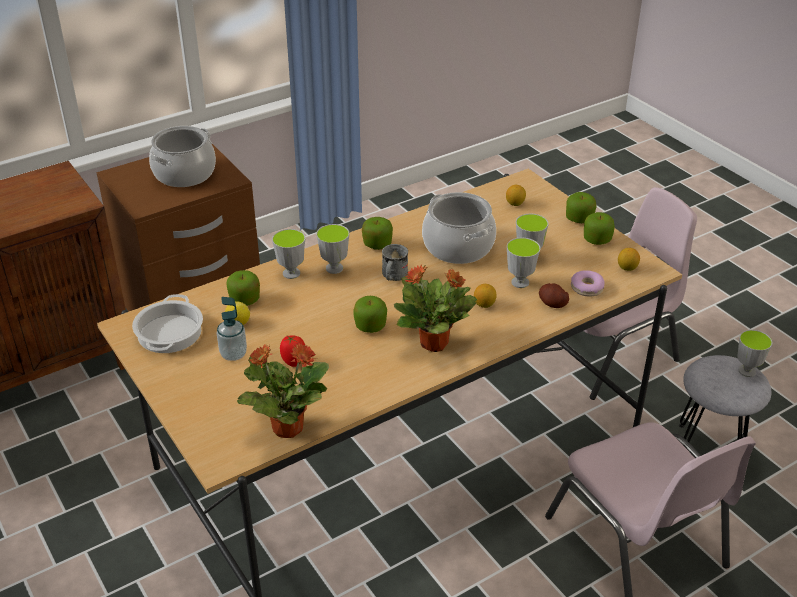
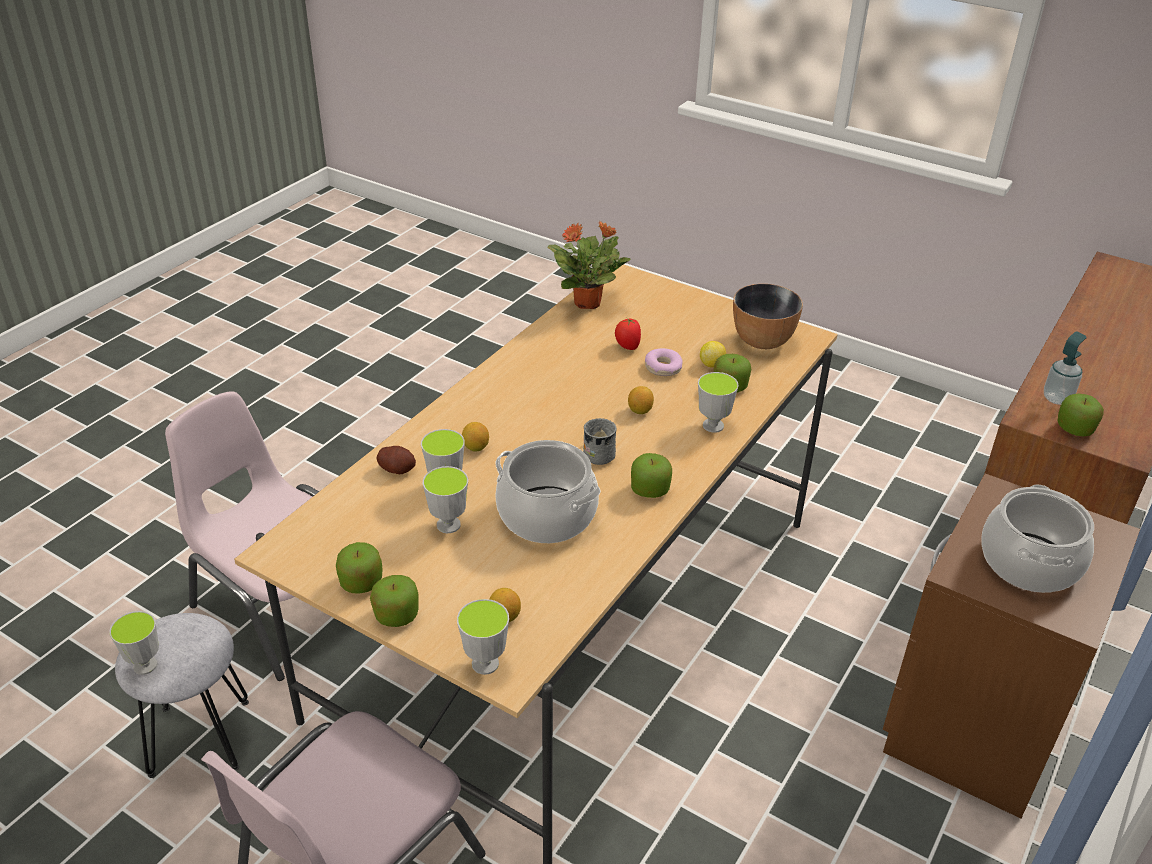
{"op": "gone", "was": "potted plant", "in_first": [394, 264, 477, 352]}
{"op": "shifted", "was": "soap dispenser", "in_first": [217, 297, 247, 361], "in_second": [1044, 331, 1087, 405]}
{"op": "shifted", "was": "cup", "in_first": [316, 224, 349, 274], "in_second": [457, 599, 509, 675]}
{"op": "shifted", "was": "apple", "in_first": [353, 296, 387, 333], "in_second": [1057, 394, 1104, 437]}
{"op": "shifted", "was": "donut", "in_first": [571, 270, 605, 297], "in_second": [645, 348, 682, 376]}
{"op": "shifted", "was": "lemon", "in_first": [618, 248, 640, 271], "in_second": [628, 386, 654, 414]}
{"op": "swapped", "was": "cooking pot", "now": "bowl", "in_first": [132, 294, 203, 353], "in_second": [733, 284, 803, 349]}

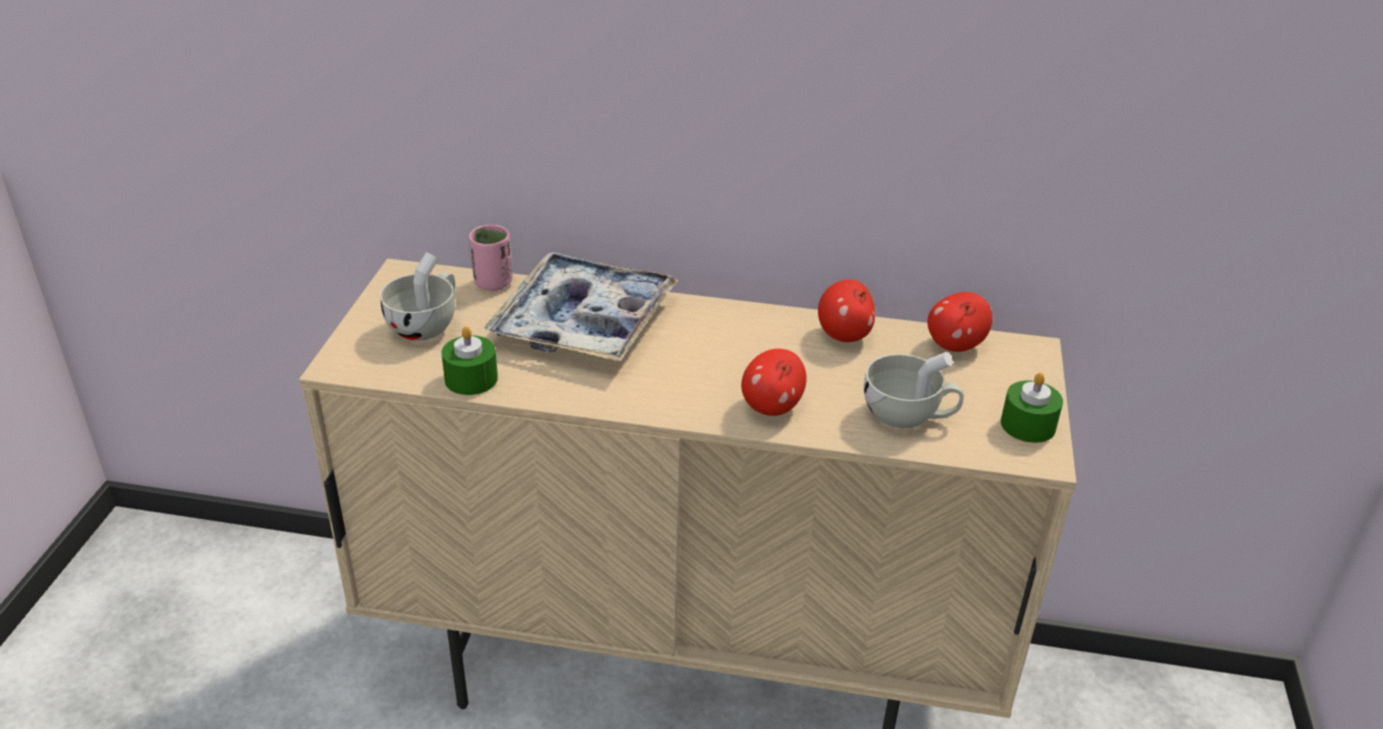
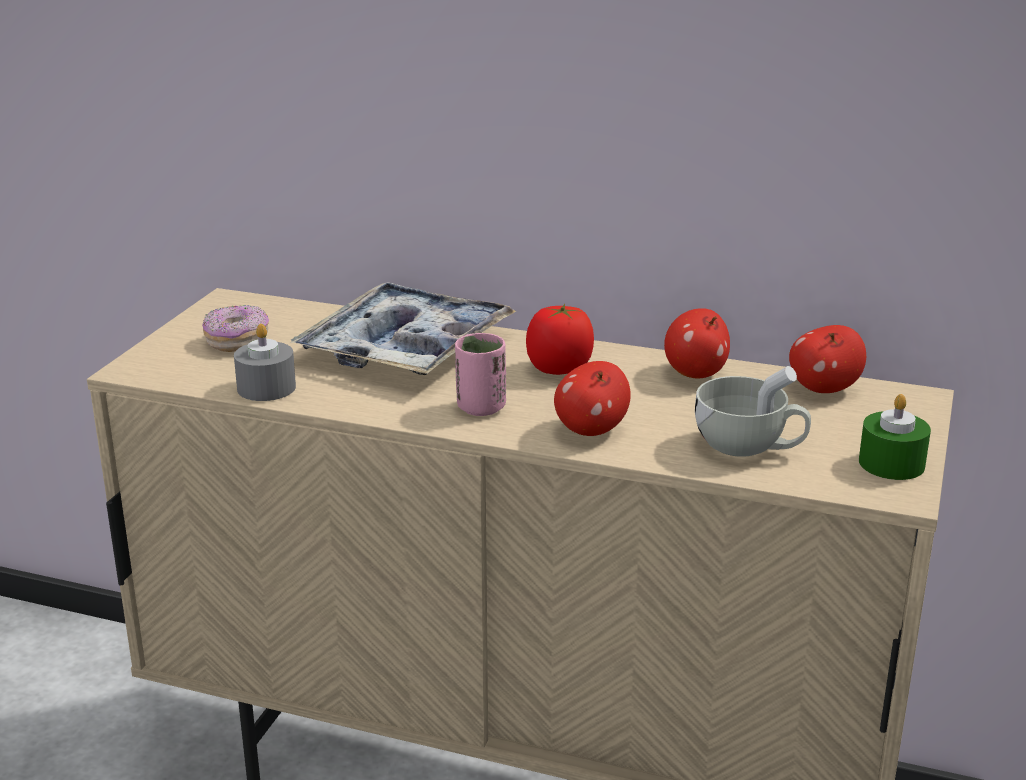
{"op": "new", "now": "tomato", "in_second": [526, 304, 594, 375]}
{"op": "shifted", "was": "cup (pink)", "in_first": [469, 225, 513, 291], "in_second": [455, 333, 506, 416]}
{"op": "swapped", "was": "cup (white)", "now": "donut", "in_first": [380, 252, 455, 340], "in_second": [202, 305, 269, 352]}
{"op": "repainted", "was": "candle (green)", "now": "candle (grey)", "in_first": [441, 326, 498, 395], "in_second": [234, 324, 296, 401]}

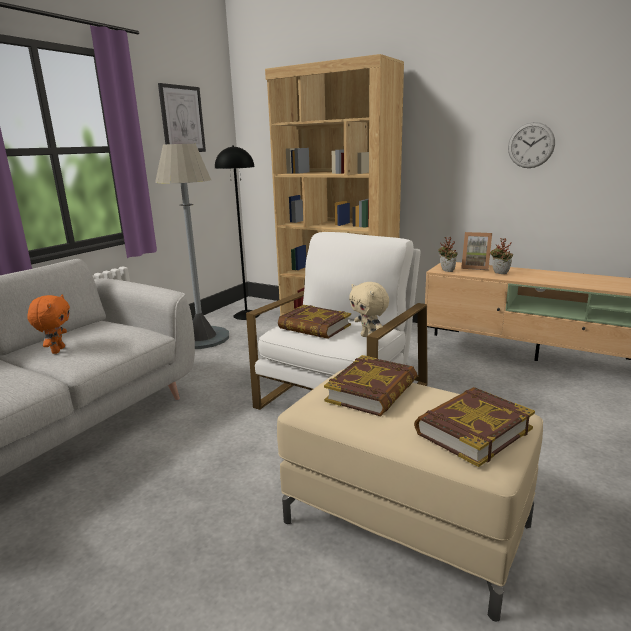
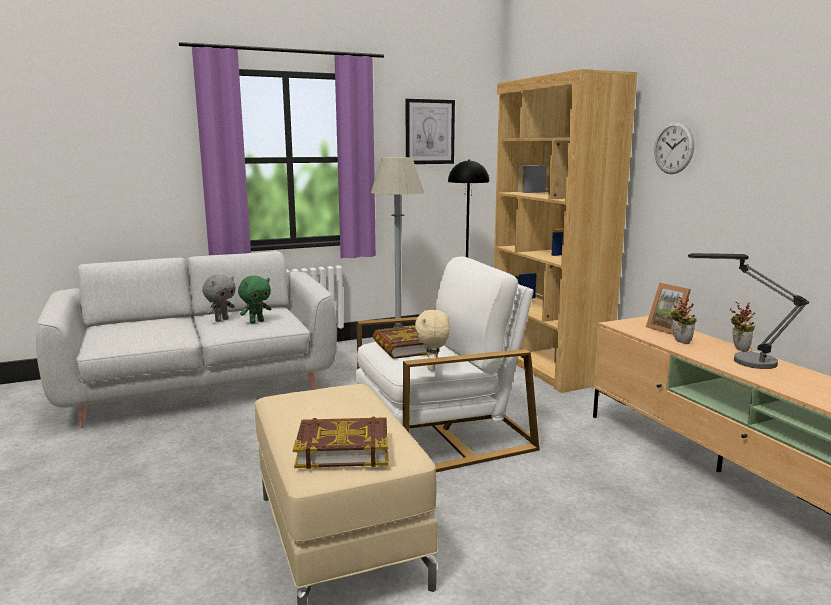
{"op": "gone", "was": "book", "in_first": [324, 355, 417, 416]}
{"op": "new", "now": "plush toy (green)", "in_second": [238, 276, 271, 323]}
{"op": "new", "now": "table lamp", "in_second": [688, 253, 809, 369]}
{"op": "shifted", "was": "potted plant", "in_first": [438, 237, 458, 272], "in_second": [729, 301, 756, 352]}
{"op": "shifted", "was": "wall clock", "in_first": [508, 122, 555, 168], "in_second": [654, 121, 694, 174]}
{"op": "repainted", "was": "plush toy (orange)", "now": "plush toy (grey)", "in_first": [27, 294, 70, 354], "in_second": [202, 275, 236, 322]}

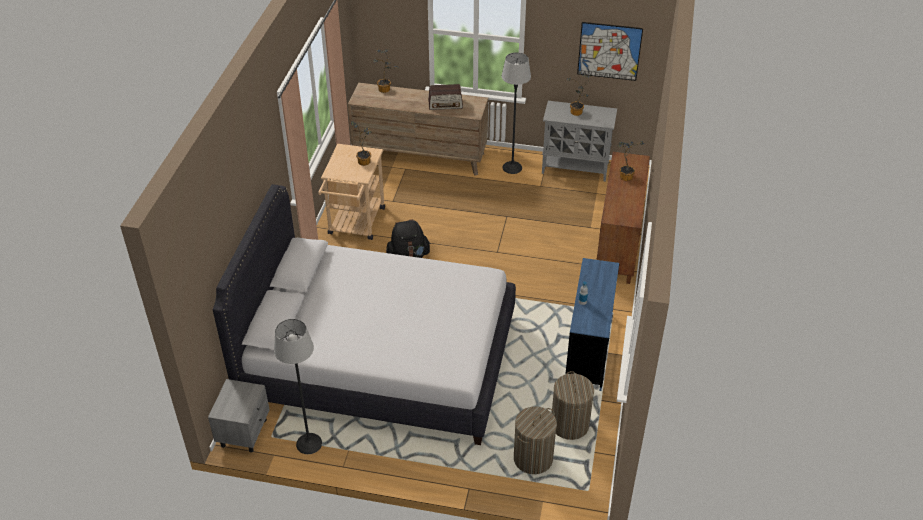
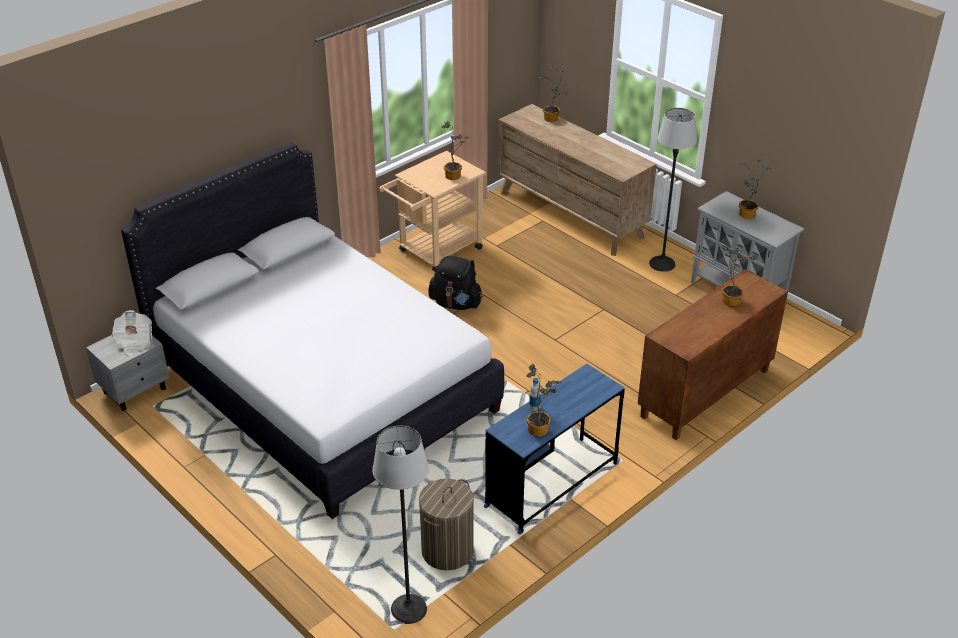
{"op": "gone", "was": "radio", "in_first": [428, 84, 463, 110]}
{"op": "gone", "was": "laundry basket", "in_first": [514, 406, 557, 474]}
{"op": "gone", "was": "picture", "in_first": [577, 22, 643, 81]}
{"op": "new", "now": "newspaper", "in_second": [112, 310, 152, 355]}
{"op": "new", "now": "potted plant", "in_second": [527, 364, 562, 437]}
{"op": "shifted", "was": "floor lamp", "in_first": [274, 319, 322, 454], "in_second": [372, 426, 429, 624]}

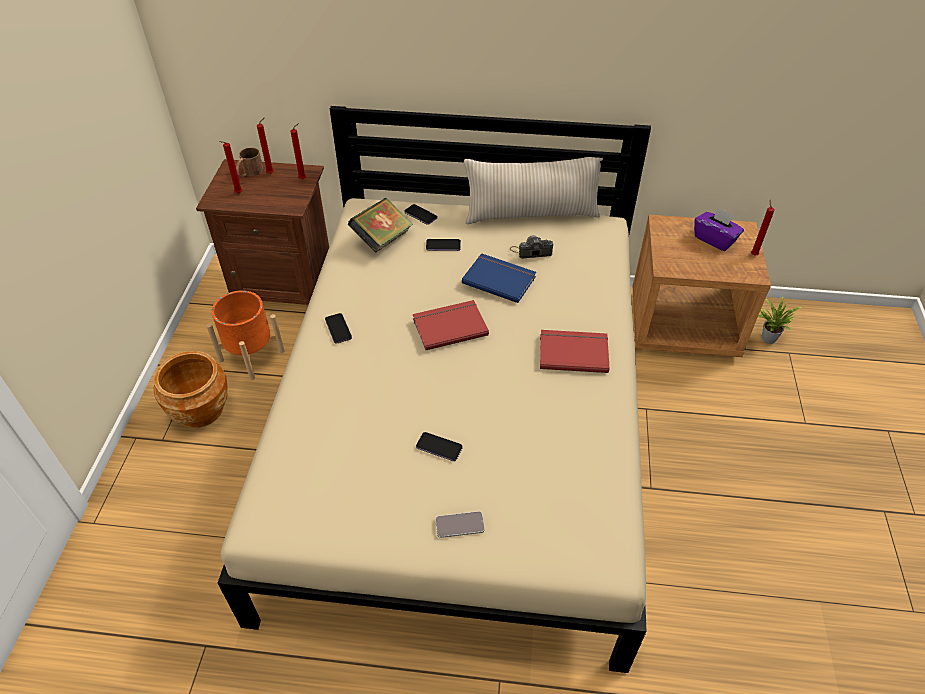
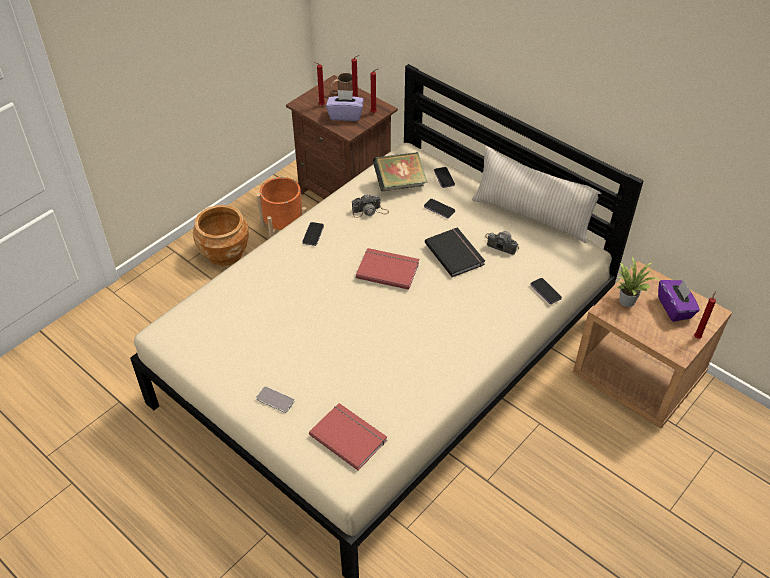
{"op": "new", "now": "tissue box (purple)", "in_second": [326, 90, 364, 121]}
{"op": "new", "now": "photo camera", "in_second": [352, 195, 389, 218]}
{"op": "shifted", "was": "phone", "in_first": [416, 432, 463, 461], "in_second": [530, 278, 562, 304]}
{"op": "shifted", "was": "book (red)", "in_first": [540, 330, 610, 373], "in_second": [309, 403, 387, 470]}
{"op": "shifted", "was": "potted plant", "in_first": [758, 296, 803, 344], "in_second": [617, 256, 661, 307]}
{"op": "repainted", "was": "book (blue)", "now": "book (black)", "in_first": [462, 253, 536, 303], "in_second": [425, 227, 485, 277]}

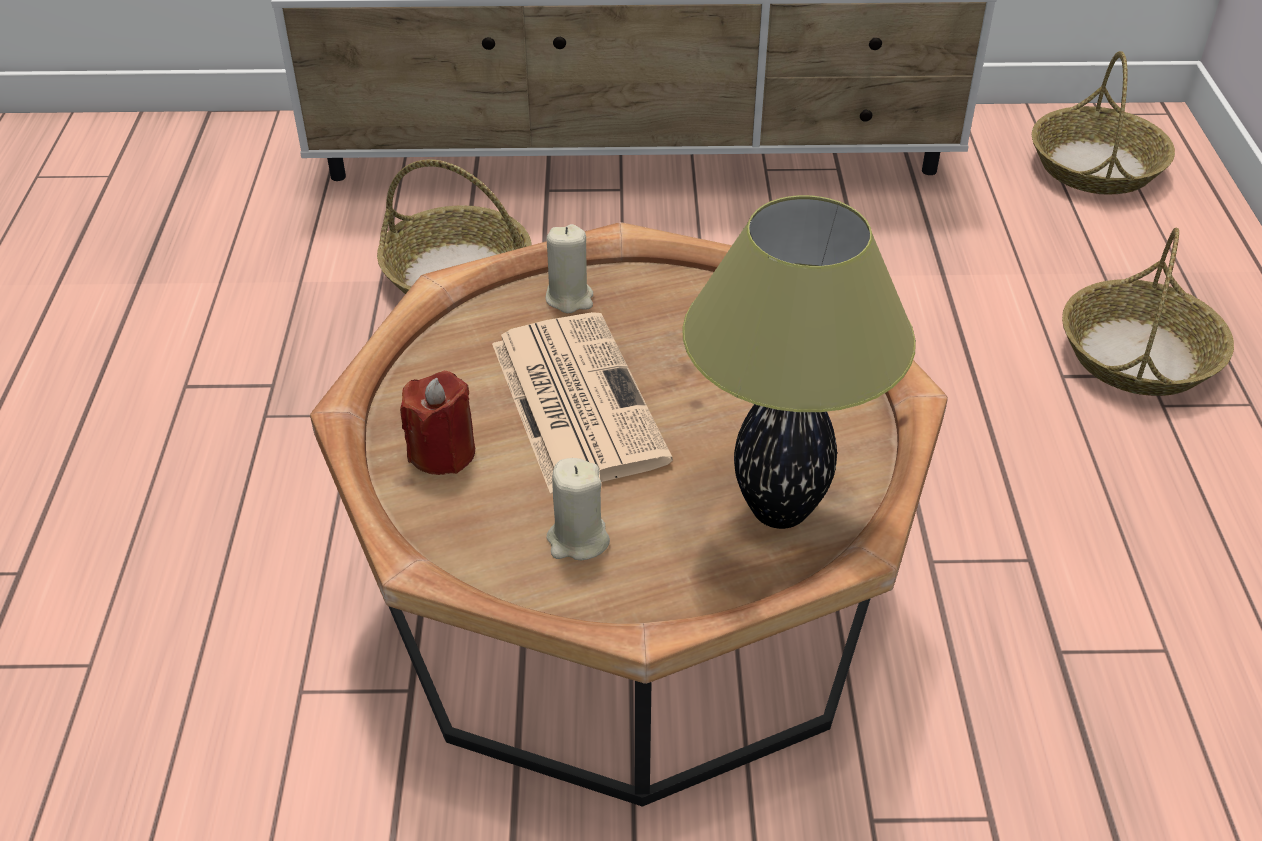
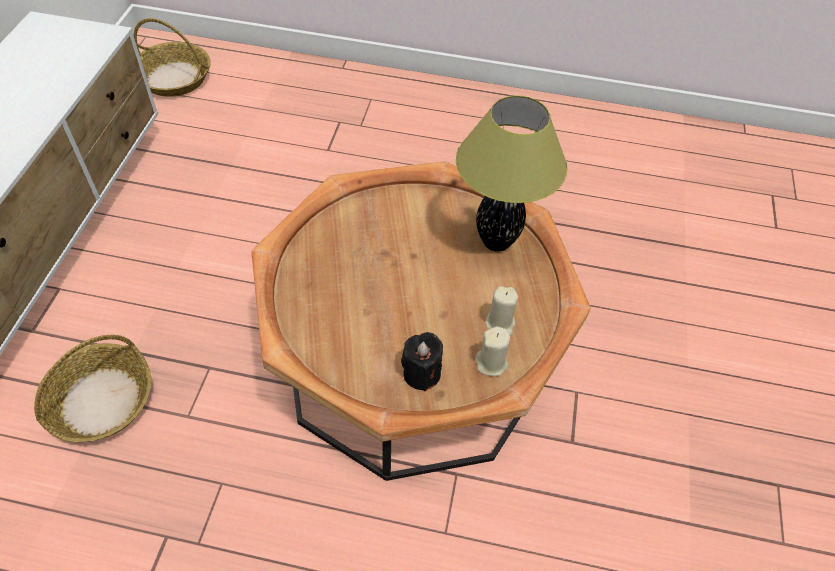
{"op": "gone", "was": "newspaper", "in_first": [492, 312, 673, 494]}
{"op": "gone", "was": "basket", "in_first": [1062, 228, 1234, 396]}
{"op": "shifted", "was": "candle (beige)", "in_first": [546, 224, 593, 313], "in_second": [475, 327, 510, 376]}
{"op": "repainted", "was": "candle (red)", "now": "candle (black)", "in_first": [400, 371, 475, 475], "in_second": [401, 332, 443, 391]}

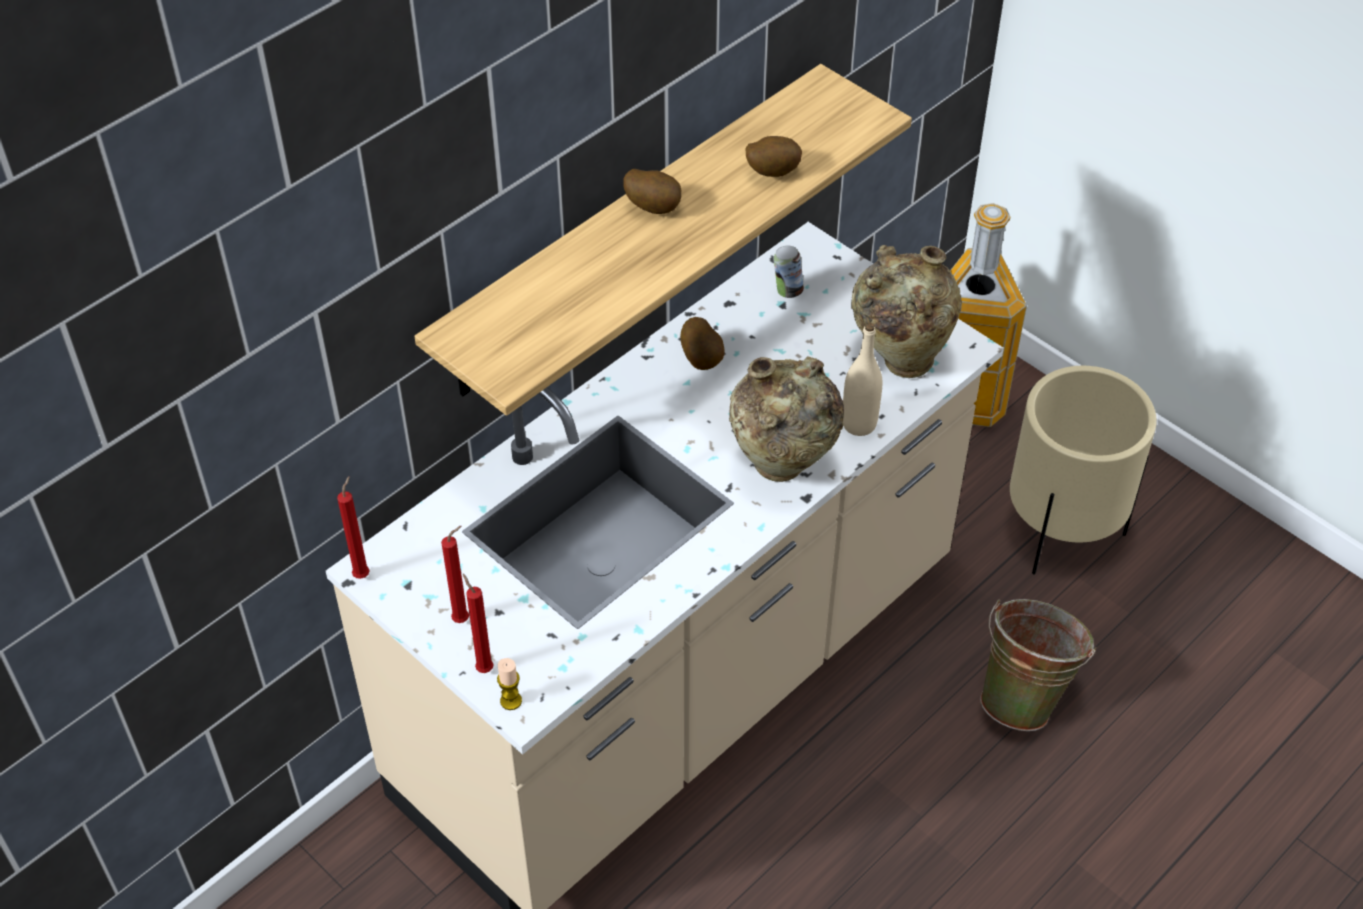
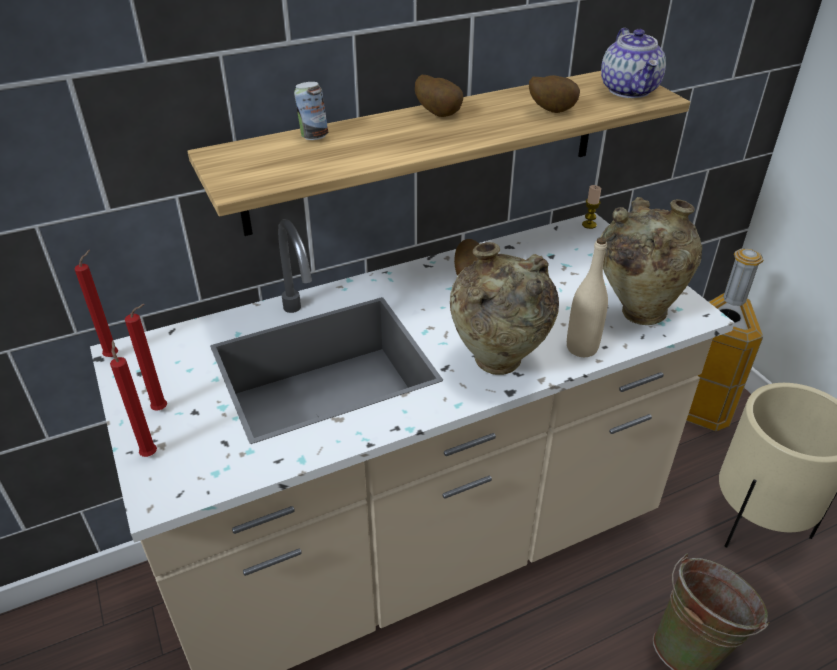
{"op": "new", "now": "teapot", "in_second": [601, 28, 666, 98]}
{"op": "shifted", "was": "candle", "in_first": [497, 658, 522, 710], "in_second": [582, 185, 601, 229]}
{"op": "shifted", "was": "can", "in_first": [774, 245, 804, 298], "in_second": [294, 82, 328, 140]}

